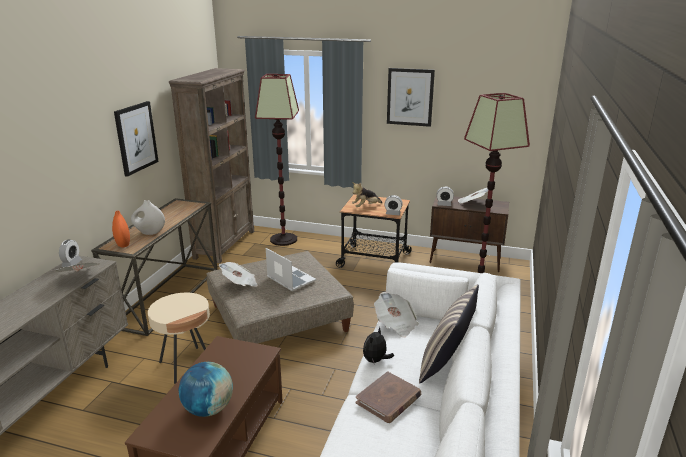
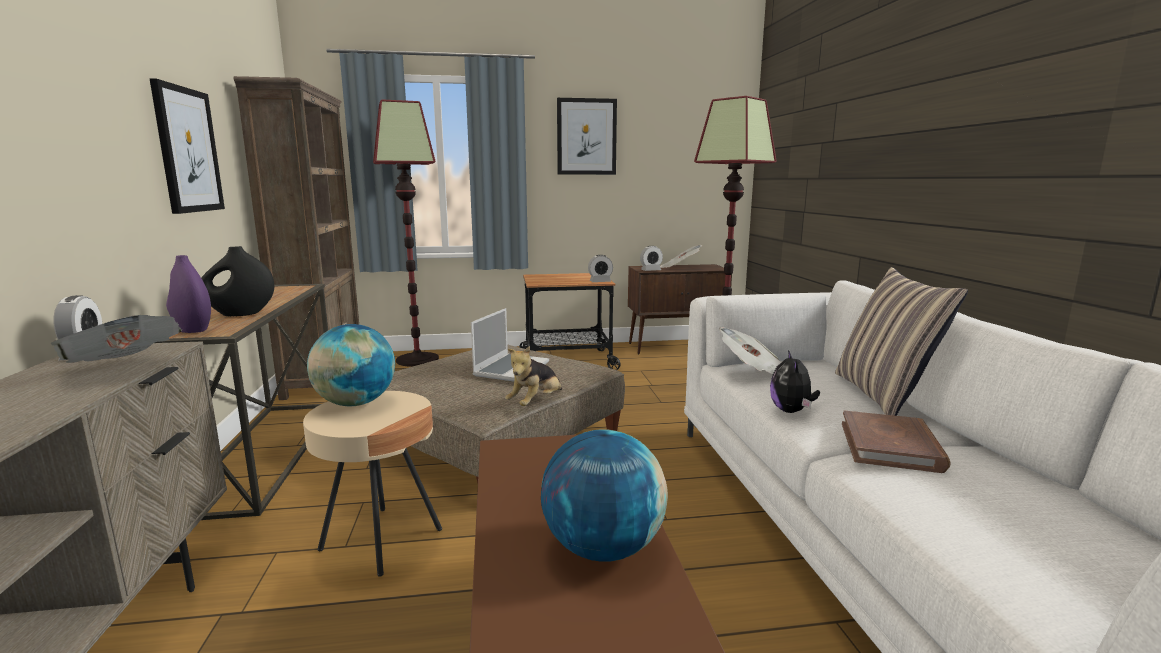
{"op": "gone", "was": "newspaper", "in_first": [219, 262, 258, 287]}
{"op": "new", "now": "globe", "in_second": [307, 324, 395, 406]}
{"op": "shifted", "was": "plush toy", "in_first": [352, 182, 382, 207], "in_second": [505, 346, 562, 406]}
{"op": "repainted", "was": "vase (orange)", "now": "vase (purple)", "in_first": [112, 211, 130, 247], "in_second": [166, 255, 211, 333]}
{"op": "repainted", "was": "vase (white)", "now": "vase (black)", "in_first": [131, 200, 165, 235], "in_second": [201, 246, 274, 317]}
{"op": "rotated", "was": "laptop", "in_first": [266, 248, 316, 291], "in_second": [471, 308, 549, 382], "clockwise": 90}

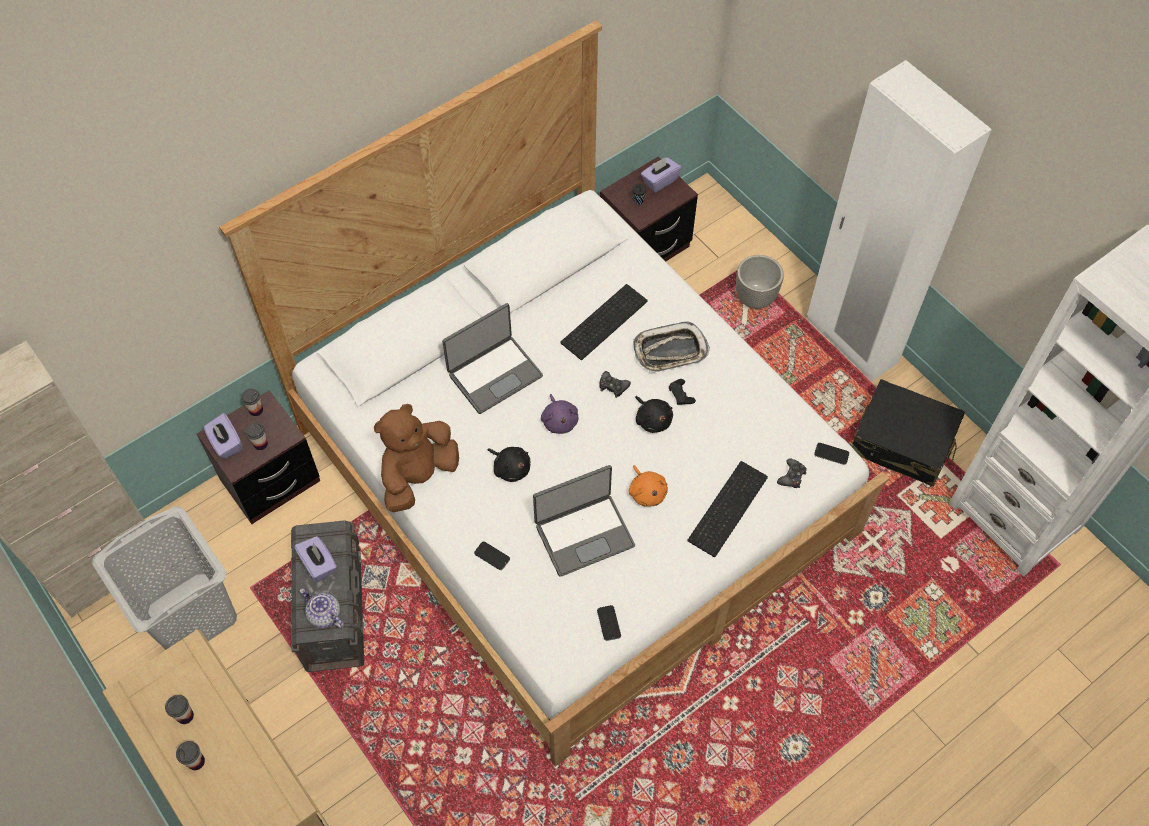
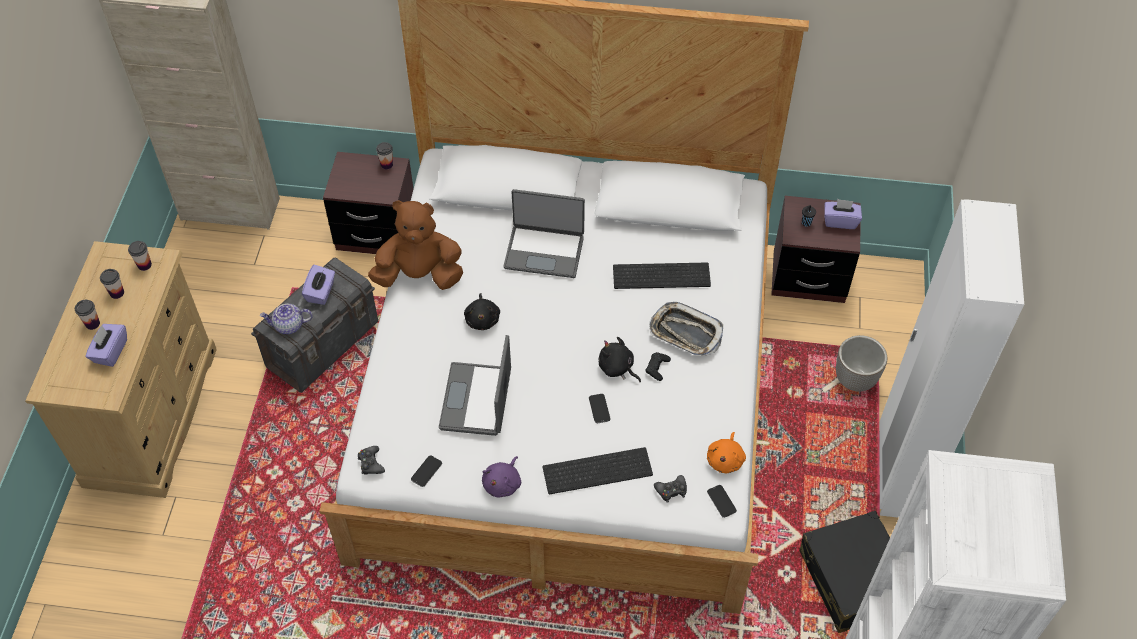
{"op": "gone", "was": "laundry basket (grey)", "in_first": [92, 506, 237, 650]}
{"op": "shifted", "was": "tissue box (purple)", "in_first": [204, 413, 242, 459], "in_second": [86, 324, 127, 367]}
{"op": "shifted", "was": "cup", "in_first": [246, 423, 268, 450], "in_second": [128, 241, 152, 271]}
{"op": "shifted", "was": "phone", "in_first": [474, 542, 510, 570], "in_second": [589, 394, 610, 423]}
{"op": "shifted", "was": "plush toy (purple)", "in_first": [541, 394, 578, 434], "in_second": [482, 456, 521, 497]}
{"op": "shifted", "was": "game controller (black)", "in_first": [600, 371, 631, 398], "in_second": [358, 446, 385, 475]}
{"op": "shifted", "was": "plush toy (orange)", "in_first": [629, 465, 668, 507], "in_second": [707, 432, 746, 473]}
{"op": "rotated", "was": "teapot", "in_first": [300, 589, 344, 628], "in_second": [260, 304, 313, 334], "clockwise": -90}
{"op": "rotated", "was": "laptop", "in_first": [533, 465, 635, 577], "in_second": [439, 335, 511, 436], "clockwise": 75}
{"op": "rotated", "was": "plush toy (black)", "in_first": [635, 396, 673, 433], "in_second": [599, 337, 641, 382], "clockwise": 120}

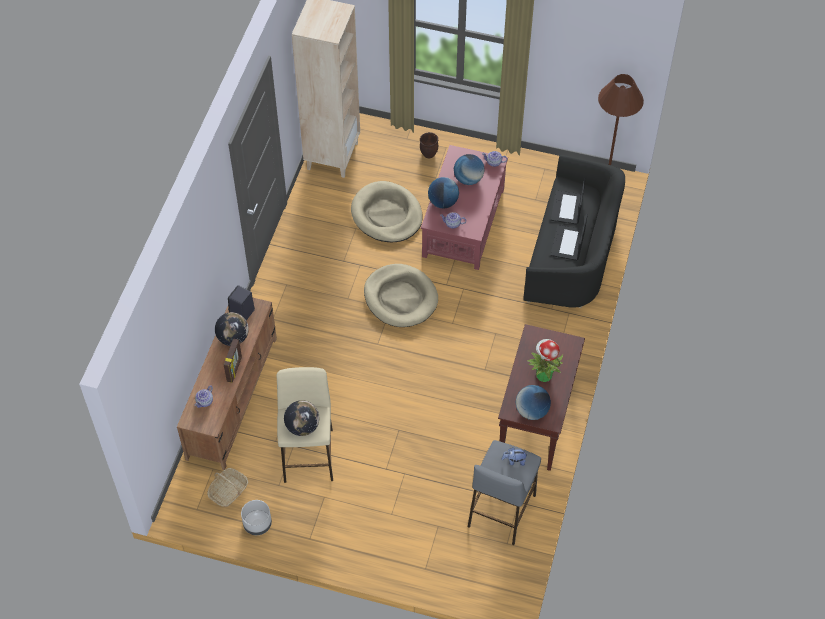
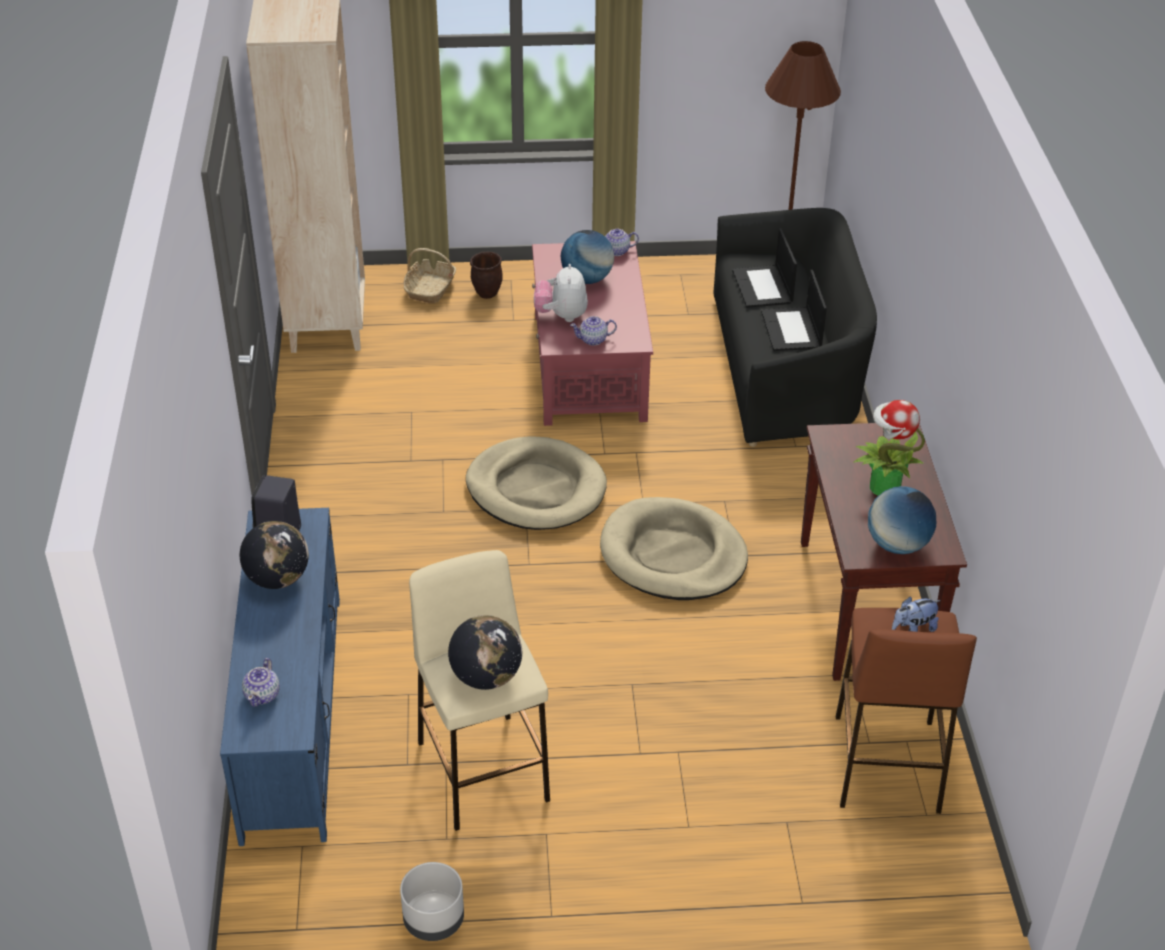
{"op": "gone", "was": "picture frame", "in_first": [224, 338, 242, 383]}
{"op": "shifted", "was": "basket", "in_first": [207, 468, 248, 507], "in_second": [403, 248, 456, 303]}
{"op": "shifted", "was": "dog bed (beige)", "in_first": [351, 181, 423, 242], "in_second": [600, 497, 748, 600]}
{"op": "swapped", "was": "globe", "now": "plush toy", "in_first": [428, 177, 459, 209], "in_second": [534, 264, 588, 322]}
{"op": "repainted", "was": "tv stand (brown)", "now": "tv stand (blue)", "in_first": [177, 298, 277, 470], "in_second": [220, 508, 340, 846]}
{"op": "repainted", "was": "stool (grey)", "now": "stool (brown)", "in_first": [468, 440, 541, 545], "in_second": [836, 608, 977, 814]}

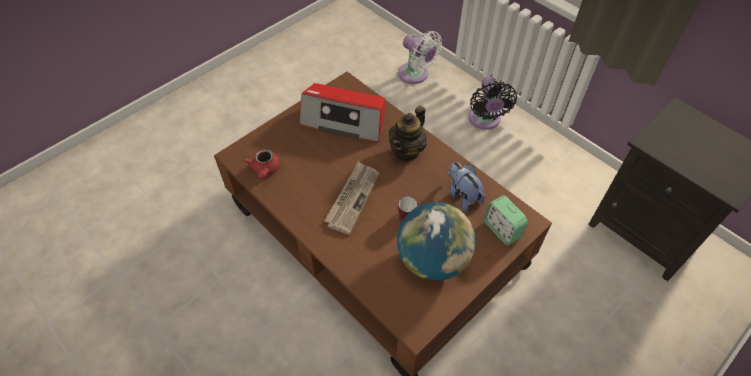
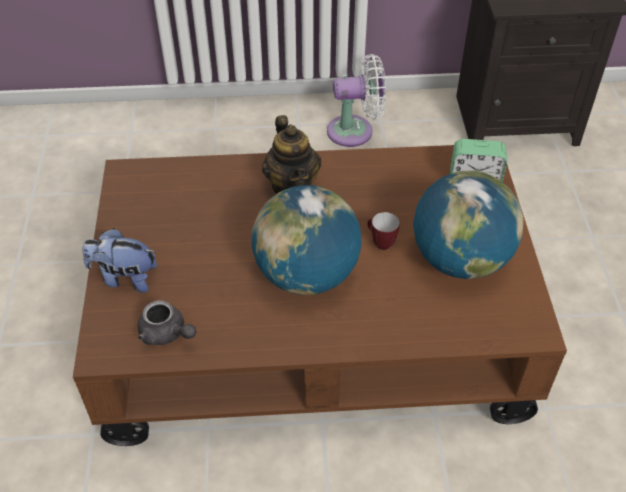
{"op": "gone", "was": "radio", "in_first": [299, 83, 385, 142]}
{"op": "gone", "was": "fan (black)", "in_first": [469, 77, 517, 130]}
{"op": "shifted", "was": "fan (white)", "in_first": [398, 31, 442, 84], "in_second": [327, 54, 386, 147]}
{"op": "shifted", "was": "plush toy", "in_first": [448, 162, 485, 212], "in_second": [82, 228, 157, 293]}
{"op": "swapped", "was": "newspaper", "now": "globe", "in_first": [324, 161, 379, 235], "in_second": [252, 185, 362, 295]}
{"op": "repainted", "was": "teapot (red)", "now": "teapot (grey)", "in_first": [244, 149, 280, 179], "in_second": [138, 300, 196, 345]}

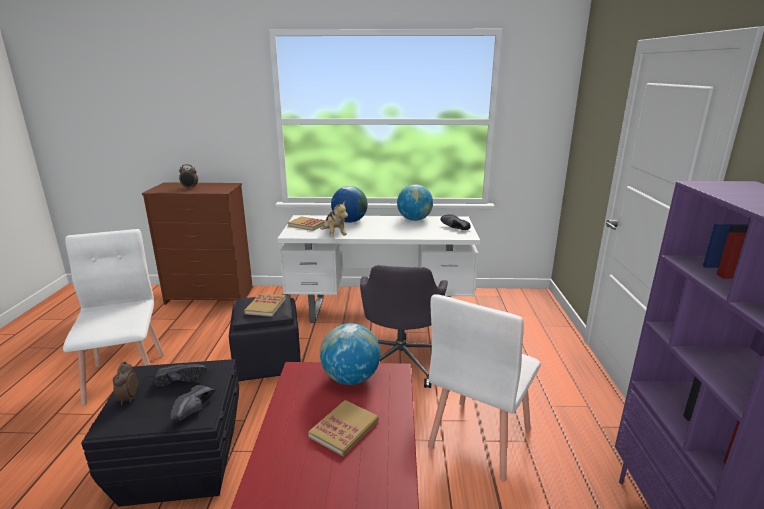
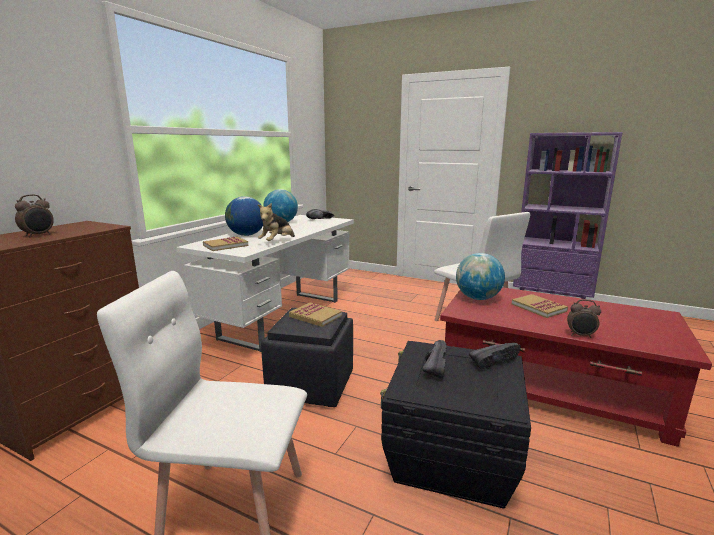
{"op": "gone", "was": "office chair (grey)", "in_first": [360, 265, 448, 388]}
{"op": "shifted", "was": "alarm clock", "in_first": [113, 362, 137, 405], "in_second": [567, 299, 601, 338]}
{"op": "rotated", "was": "shoe (black)", "in_first": [171, 385, 216, 423], "in_second": [469, 343, 521, 370], "clockwise": -60}
{"op": "rotated", "was": "plush toy", "in_first": [320, 201, 348, 236], "in_second": [258, 203, 295, 241], "clockwise": 120}

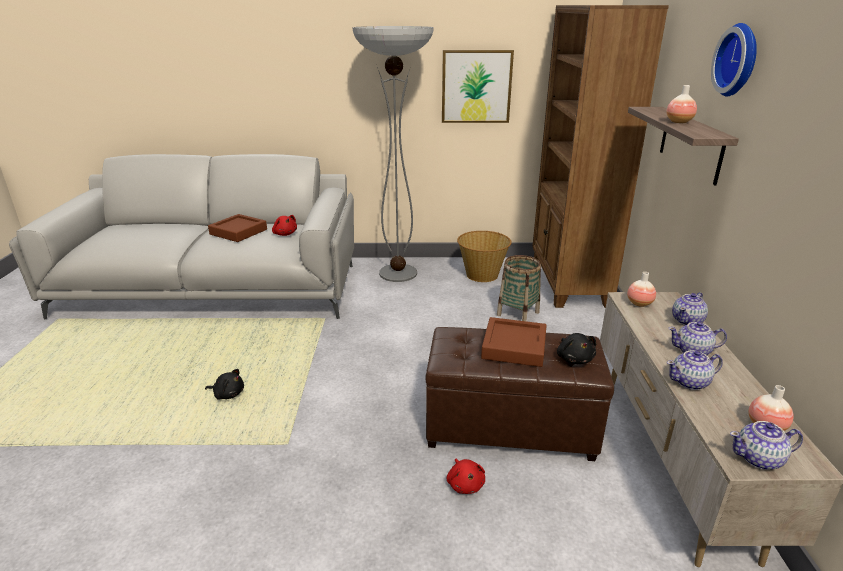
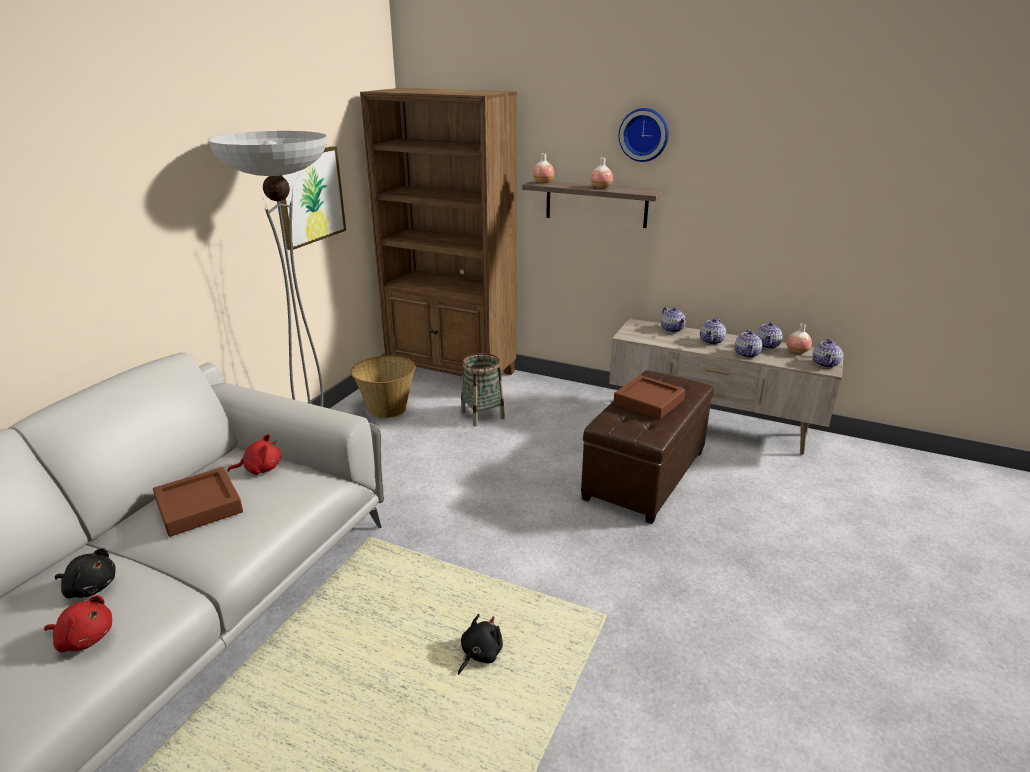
{"op": "new", "now": "teapot", "in_second": [756, 322, 783, 349]}
{"op": "shifted", "was": "plush toy (red)", "in_first": [447, 458, 485, 494], "in_second": [44, 595, 112, 652]}
{"op": "shifted", "was": "plush toy (black)", "in_first": [557, 333, 597, 364], "in_second": [55, 548, 116, 598]}
{"op": "shifted", "was": "vase", "in_first": [627, 272, 656, 307], "in_second": [533, 153, 554, 184]}

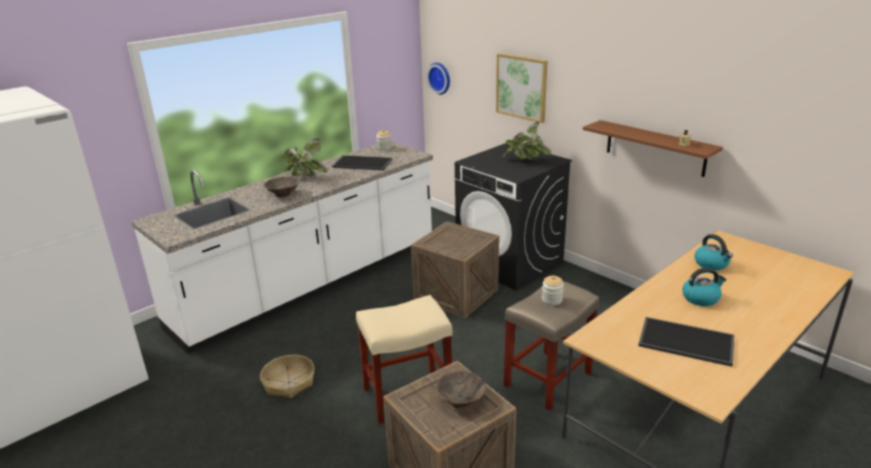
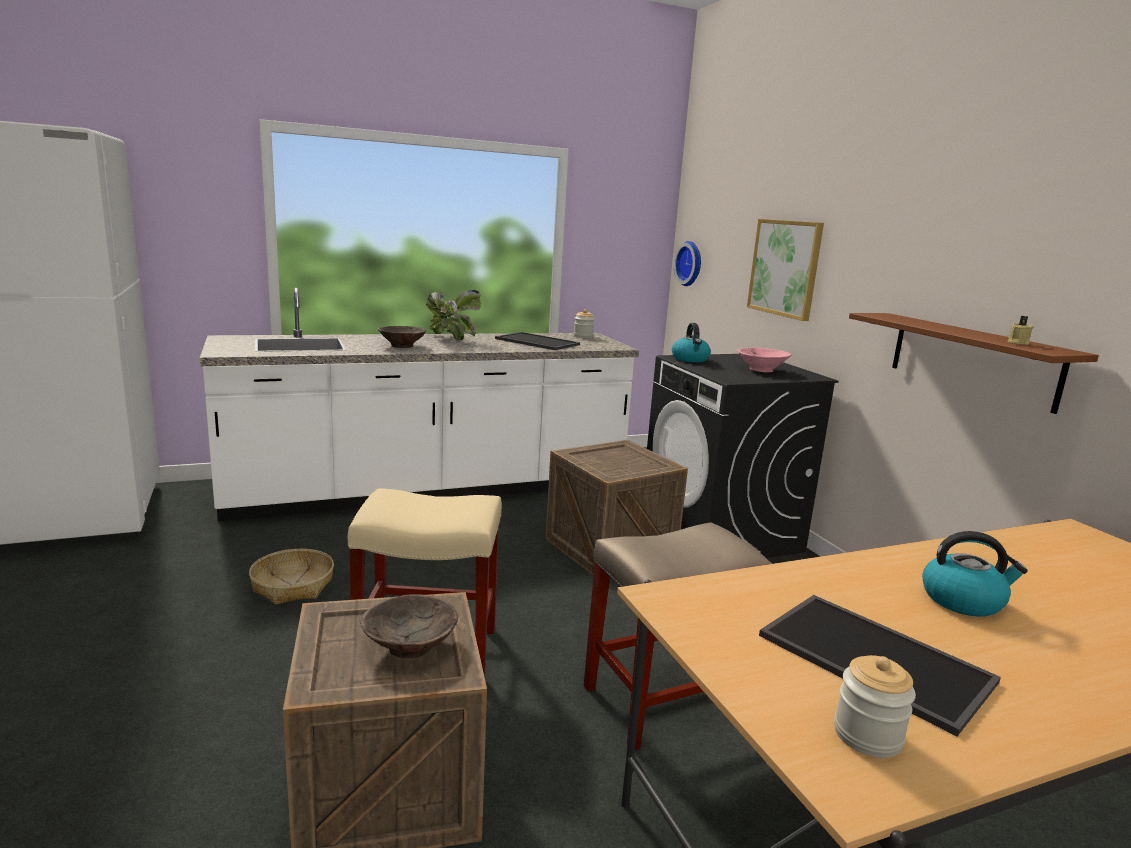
{"op": "shifted", "was": "jar", "in_first": [542, 275, 564, 305], "in_second": [834, 655, 916, 758]}
{"op": "shifted", "was": "kettle", "in_first": [694, 234, 733, 270], "in_second": [672, 323, 711, 363]}
{"op": "swapped", "was": "potted plant", "now": "bowl (pink)", "in_first": [503, 122, 552, 160], "in_second": [738, 348, 791, 372]}

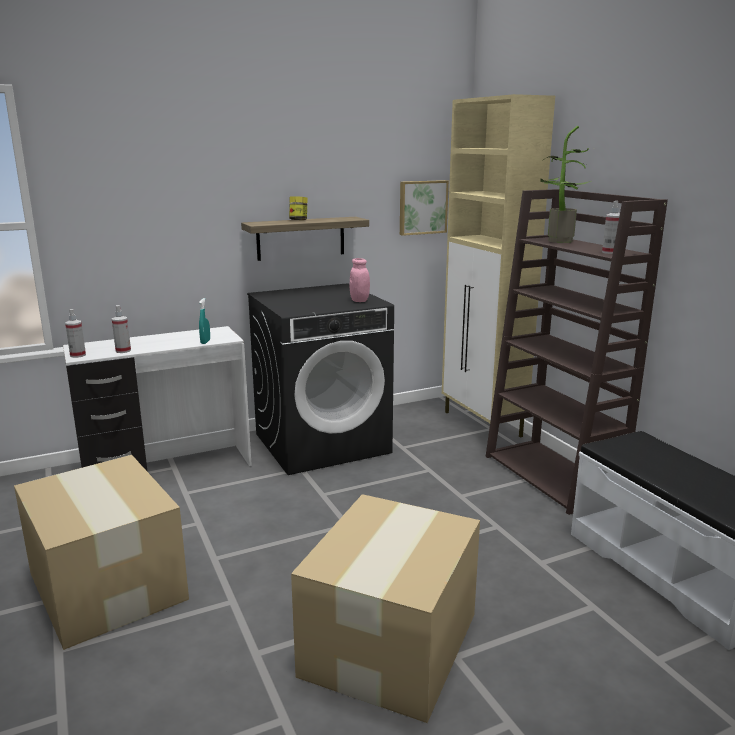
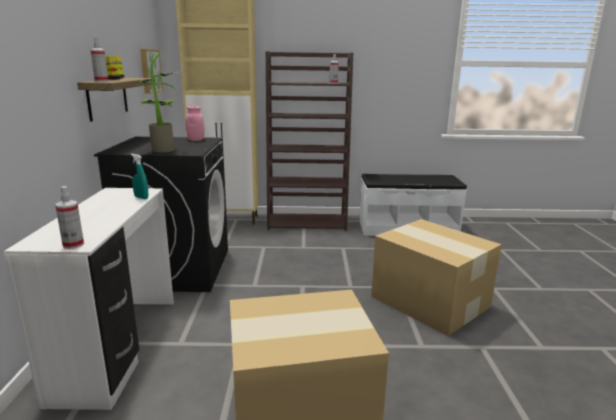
{"op": "shifted", "was": "spray bottle", "in_first": [112, 305, 131, 353], "in_second": [91, 38, 108, 82]}
{"op": "shifted", "was": "potted plant", "in_first": [540, 125, 591, 243], "in_second": [139, 53, 180, 153]}

